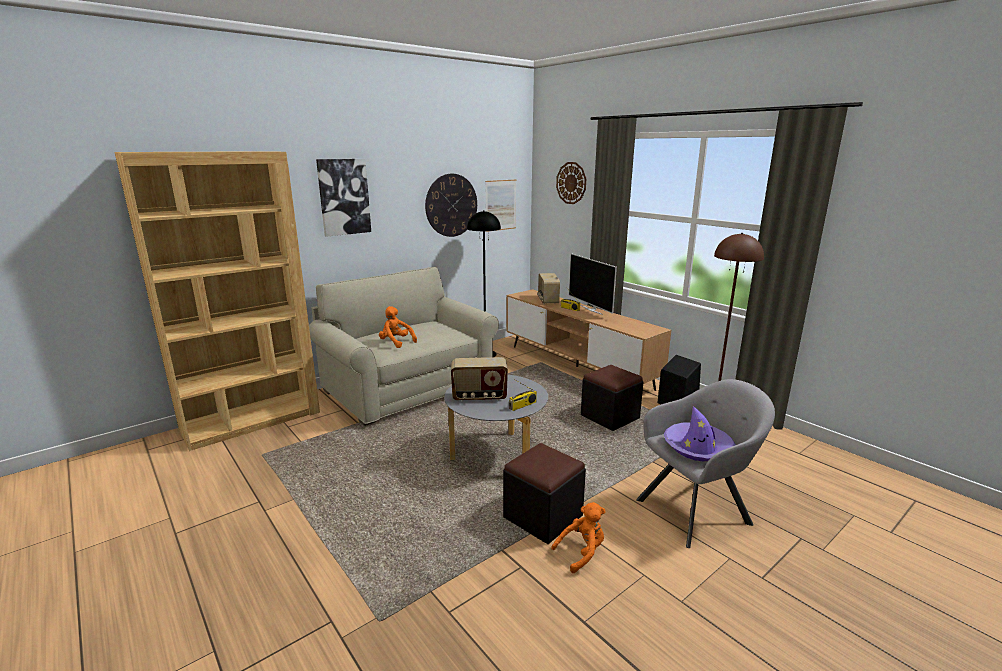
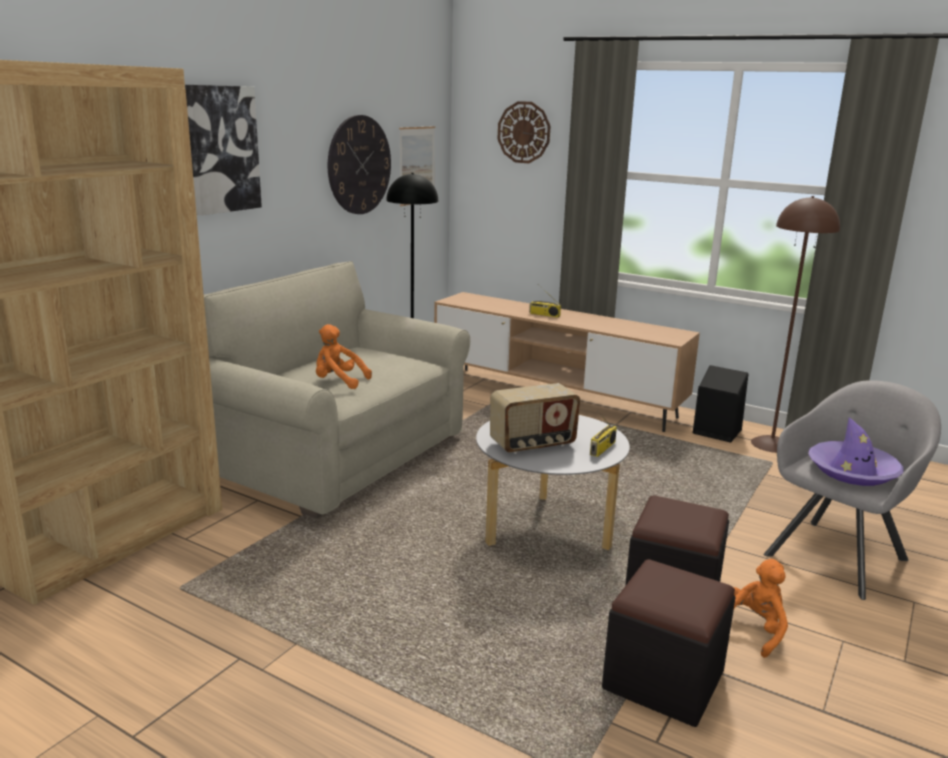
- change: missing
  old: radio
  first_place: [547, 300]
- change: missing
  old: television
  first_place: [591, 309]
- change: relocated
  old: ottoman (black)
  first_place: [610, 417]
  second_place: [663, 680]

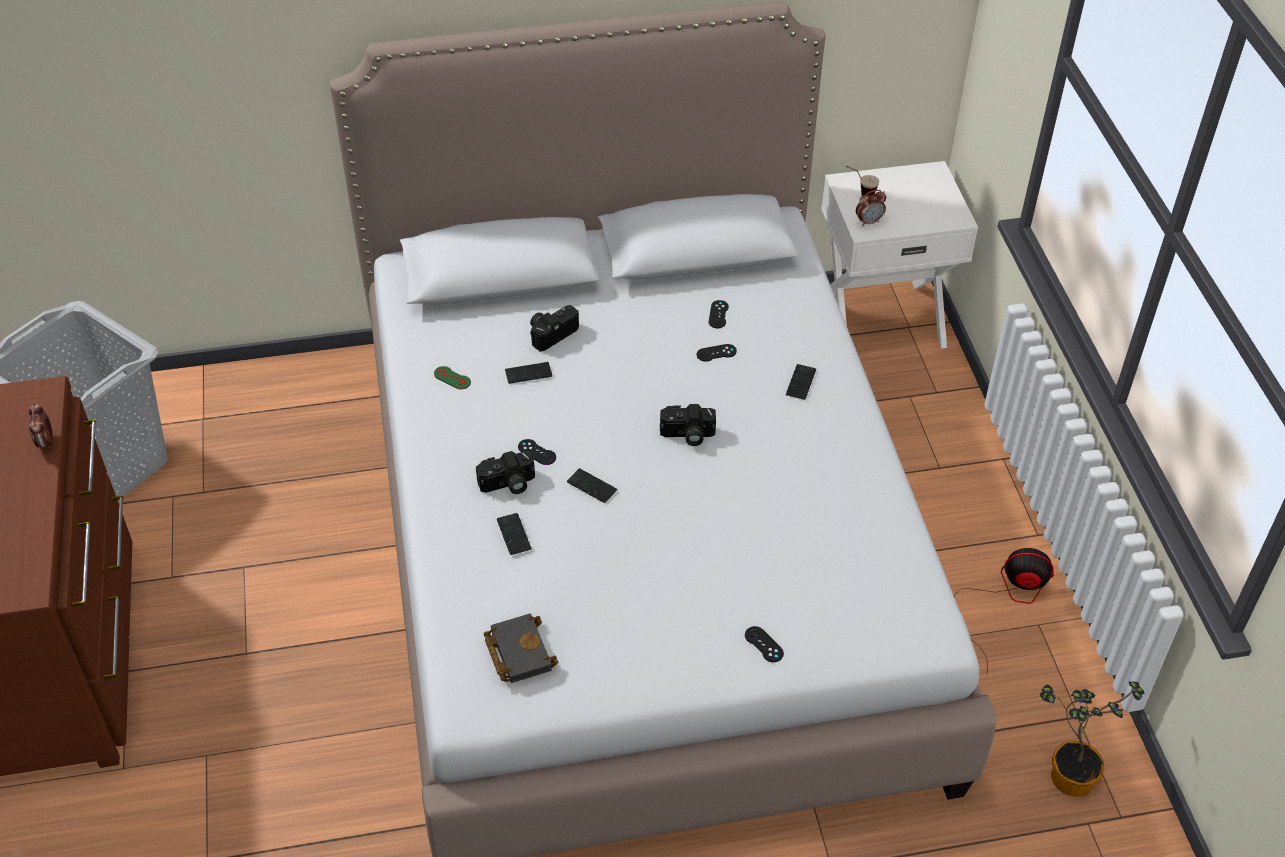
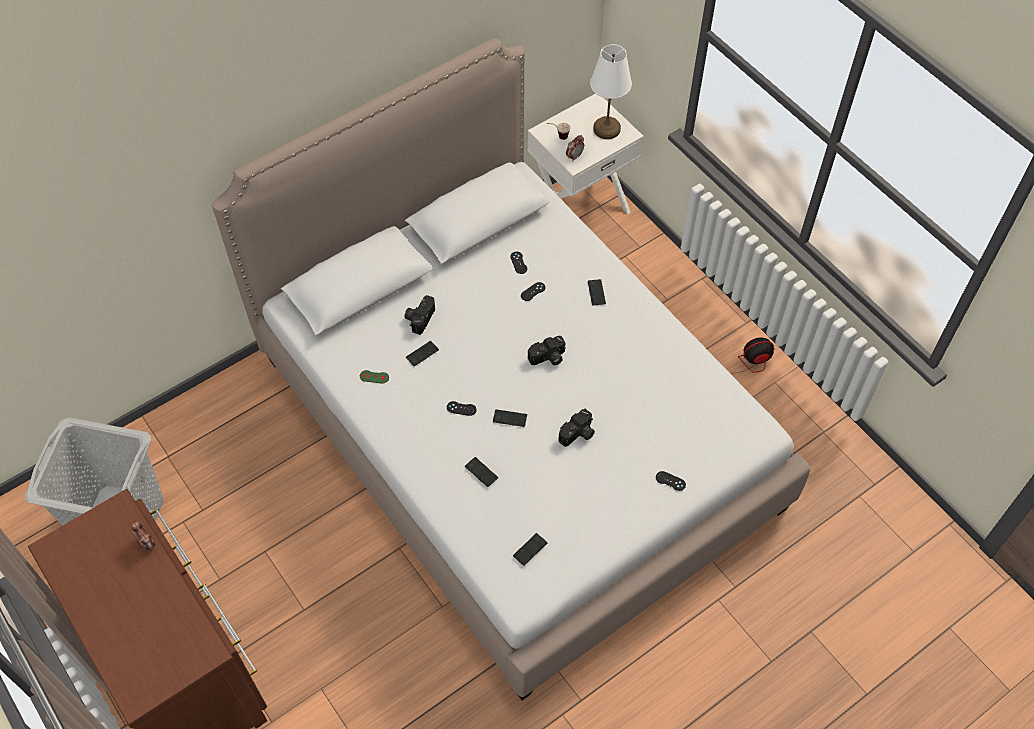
- change: relocated
  old: photo camera
  first_place: [508, 485]
  second_place: [578, 434]
- change: exchanged
  old: book (black)
  new: phone
  first_place: [517, 651]
  second_place: [530, 549]
- change: missing
  old: potted plant
  first_place: [1066, 773]
- change: appeared
  new: table lamp (white)
  second_place: [607, 129]

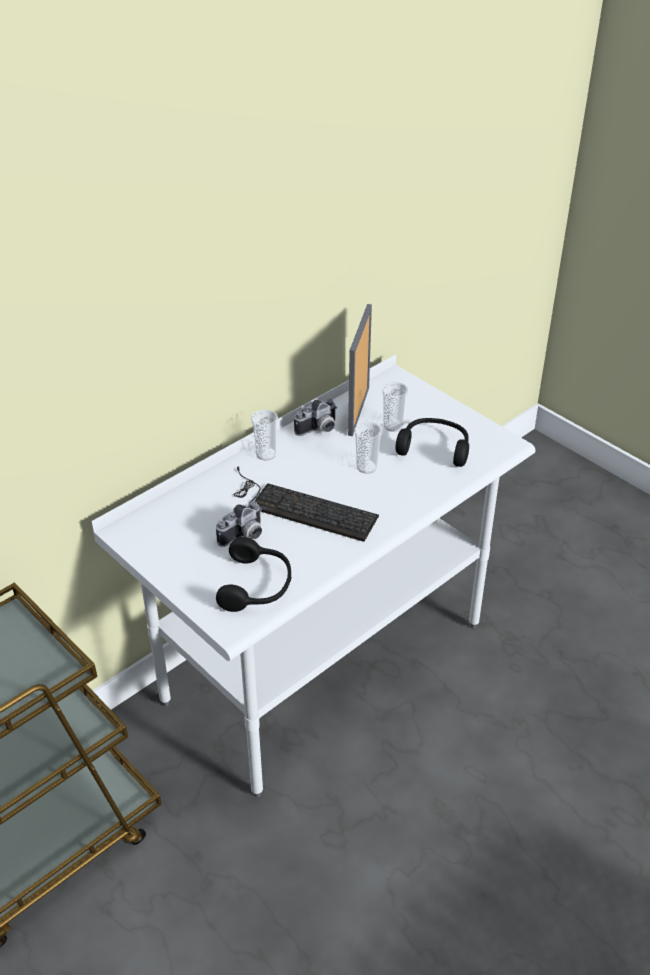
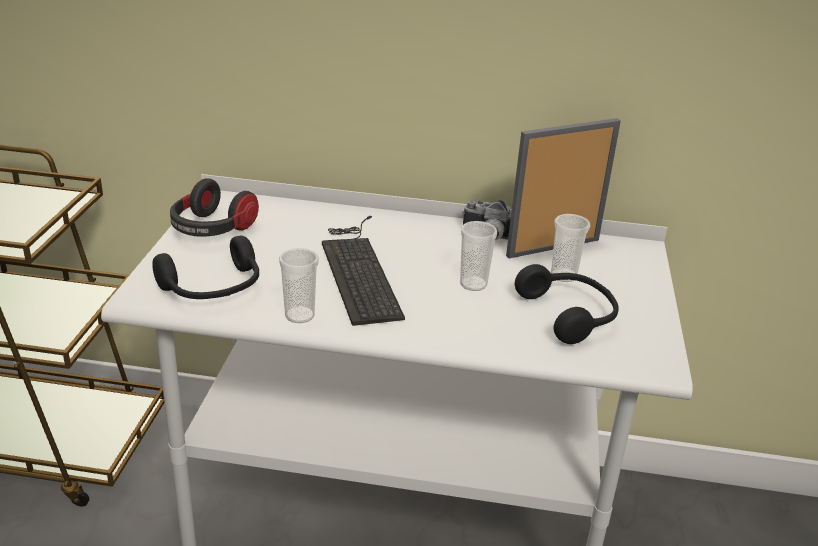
- change: missing
  old: photo camera
  first_place: [244, 536]
- change: relocated
  old: cup
  first_place: [266, 454]
  second_place: [299, 315]
- change: appeared
  new: headphones
  second_place: [211, 229]

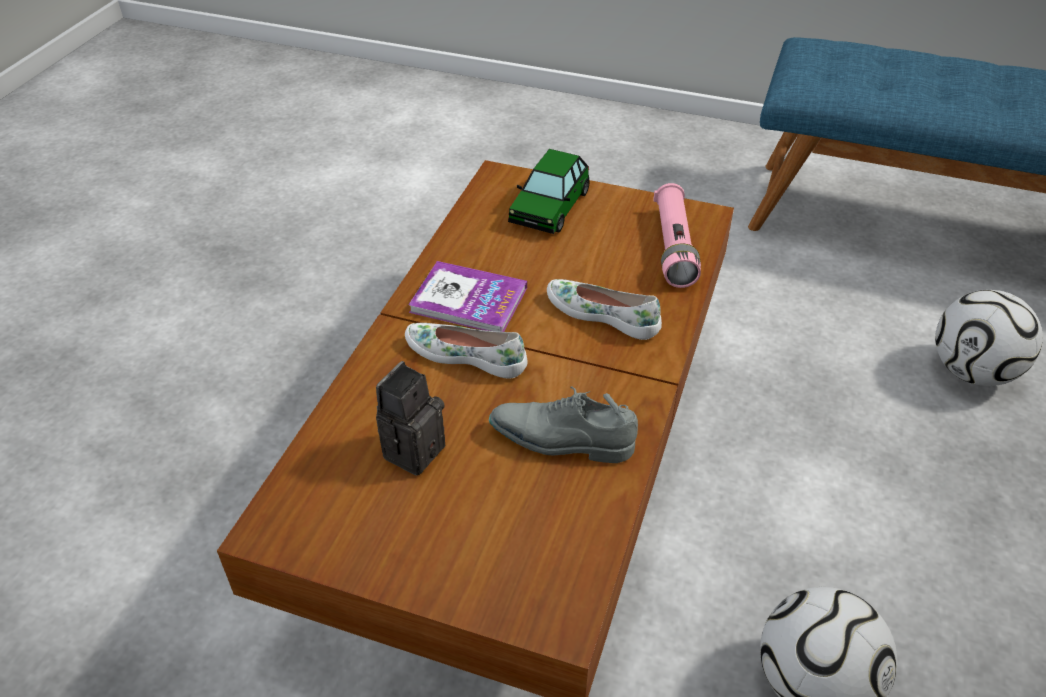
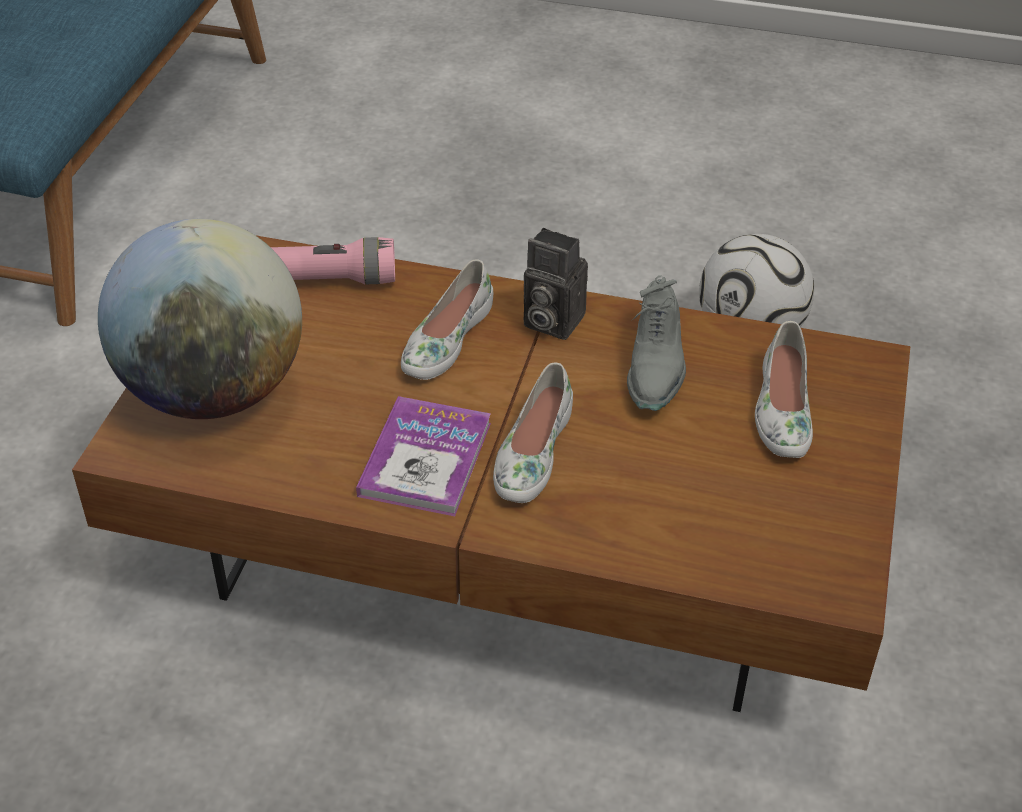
- change: relocated
  old: photo camera
  first_place: [412, 448]
  second_place: [549, 321]
- change: exchanged
  old: toy car
  new: globe
  first_place: [549, 207]
  second_place: [214, 391]
- change: missing
  old: football
  first_place: [972, 371]
- change: appeared
  new: shoe (white)
  second_place: [781, 410]

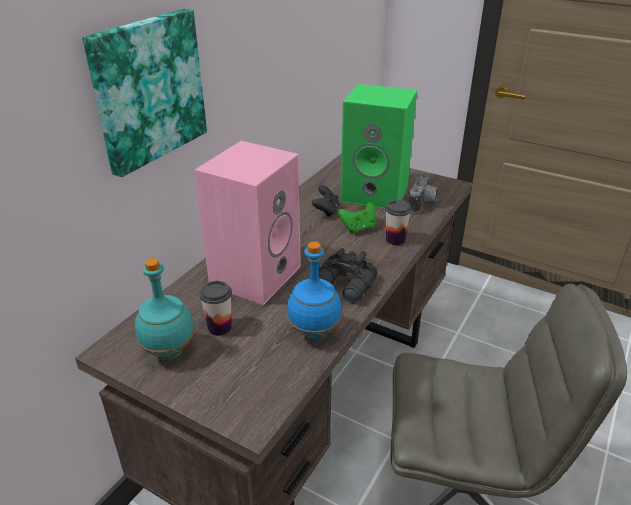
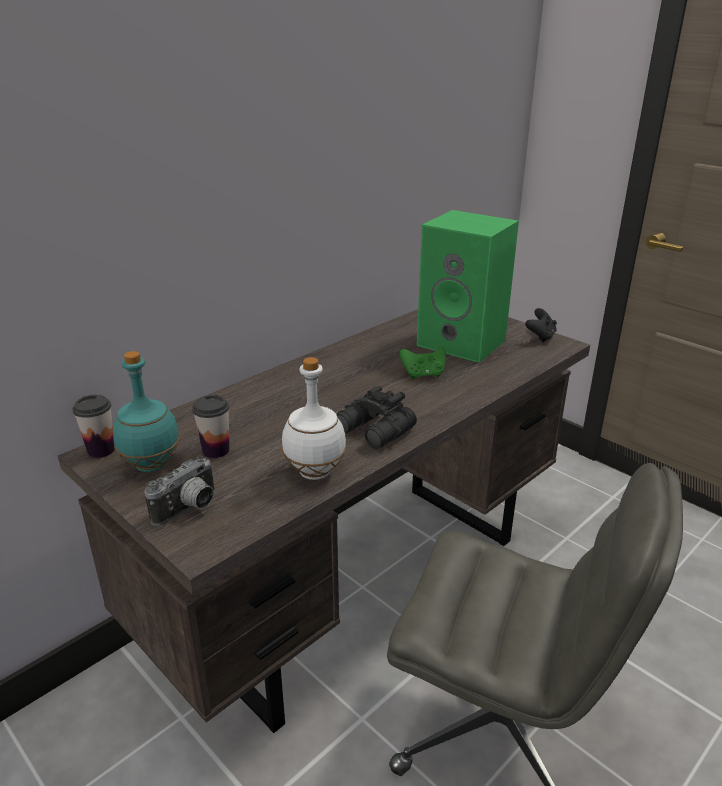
- change: missing
  old: picture
  first_place: [147, 90]
- change: missing
  old: speaker (pink)
  first_place: [255, 274]
- change: colour
  old: bottle (blue)
  new: bottle (white)
  first_place: [313, 333]
  second_place: [315, 472]
- change: relocated
  old: game controller (black)
  first_place: [326, 211]
  second_place: [540, 337]
- change: relocated
  old: cup
  first_place: [395, 240]
  second_place: [101, 450]
- change: relocated
  old: photo camera
  first_place: [423, 204]
  second_place: [190, 509]

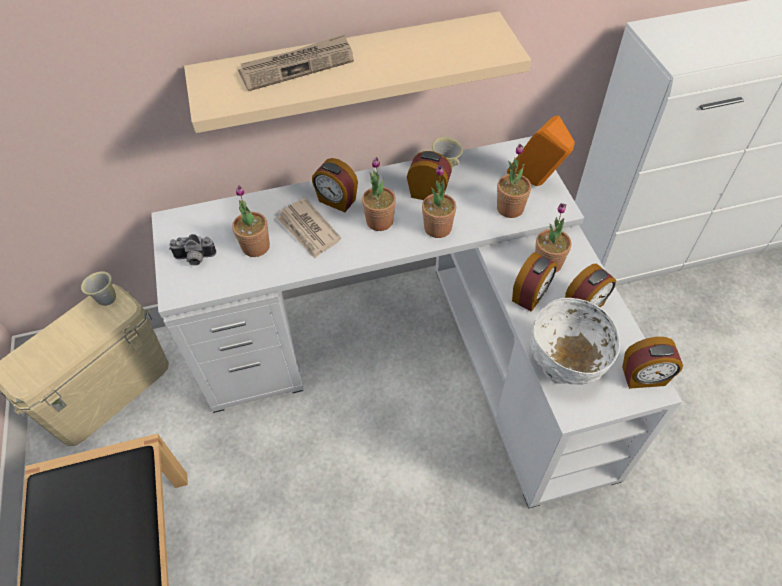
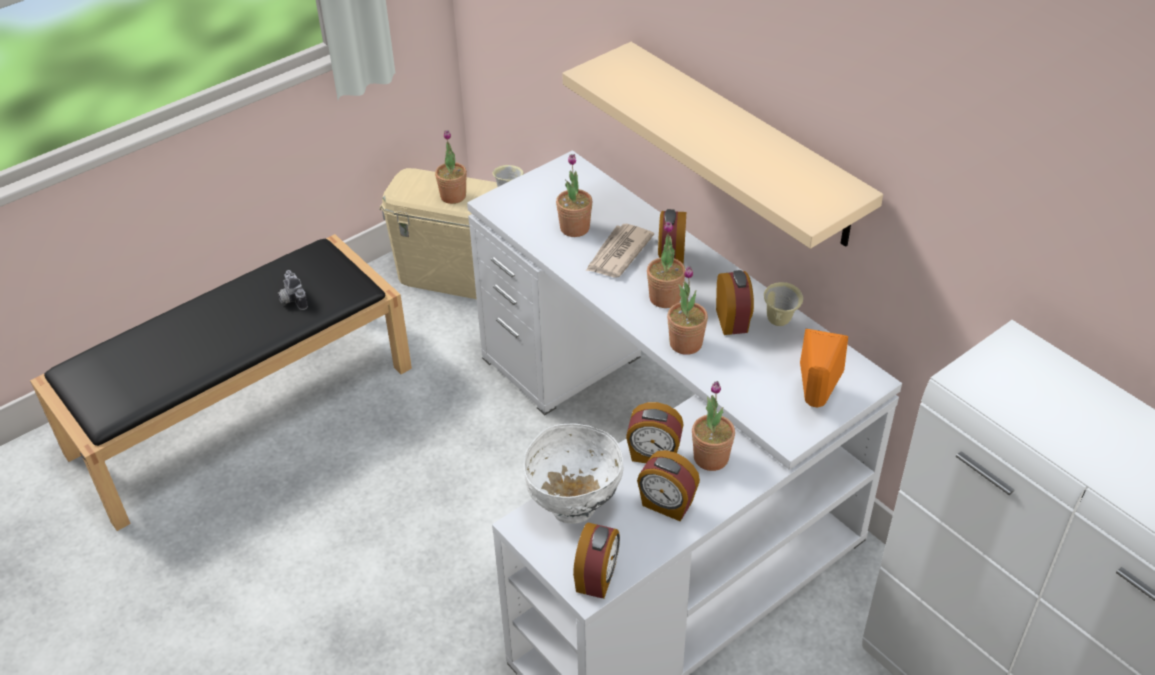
- change: relocated
  old: photo camera
  first_place: [194, 259]
  second_place: [291, 299]
- change: missing
  old: newspaper
  first_place: [297, 66]
- change: relocated
  old: potted plant
  first_place: [510, 208]
  second_place: [453, 196]
- change: spun
  old: alarm clock
  first_place: [643, 377]
  second_place: [597, 578]
  degrees: -135

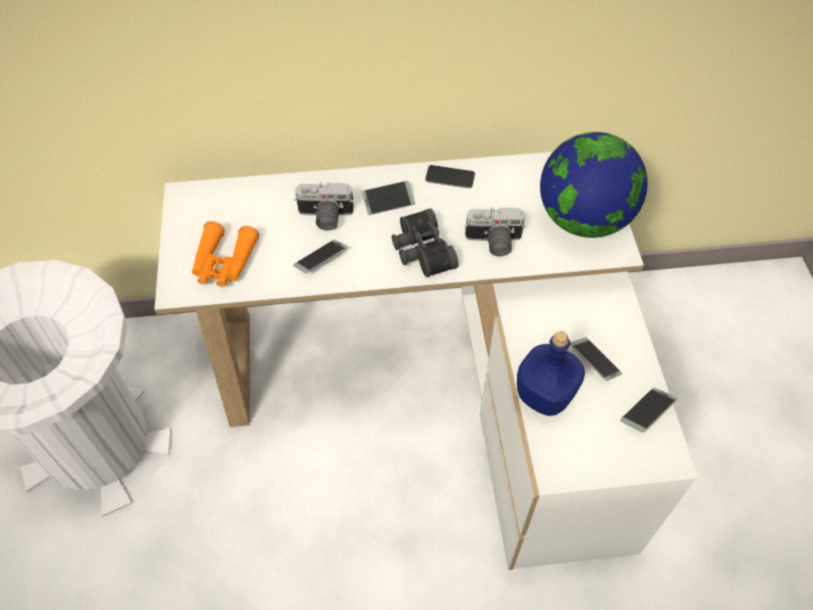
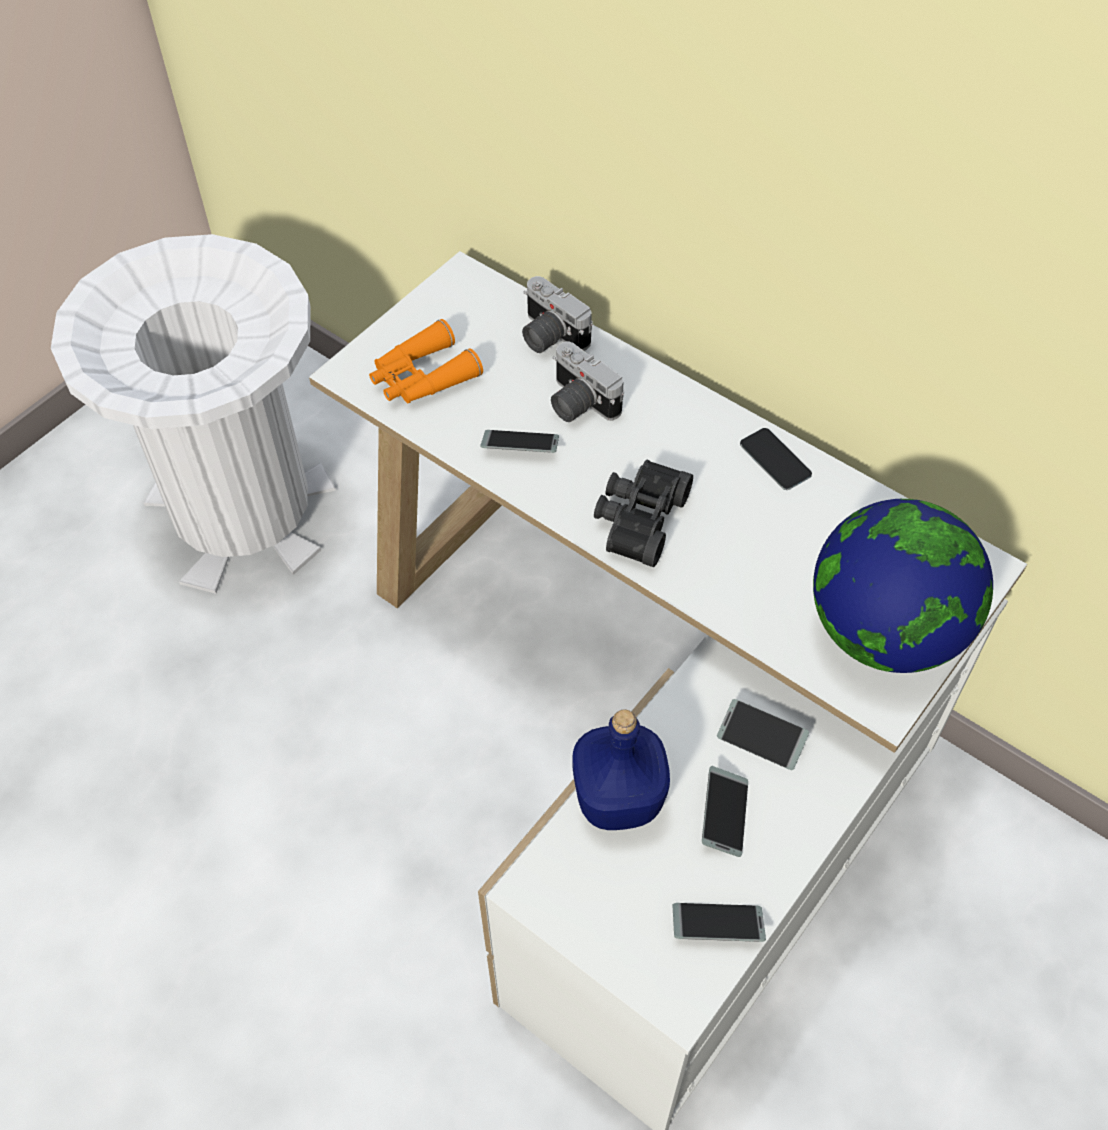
- change: relocated
  old: phone
  first_place: [388, 201]
  second_place: [761, 739]
- change: relocated
  old: photo camera
  first_place: [493, 243]
  second_place: [548, 336]

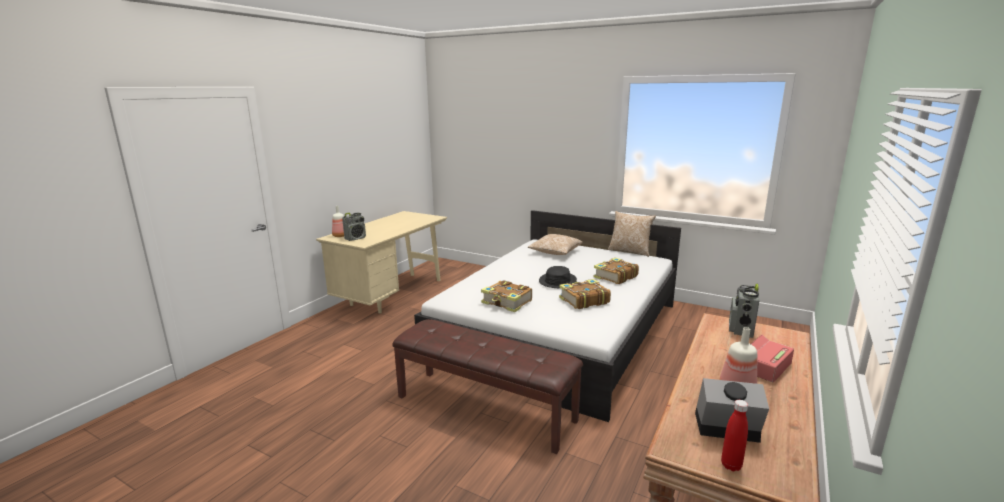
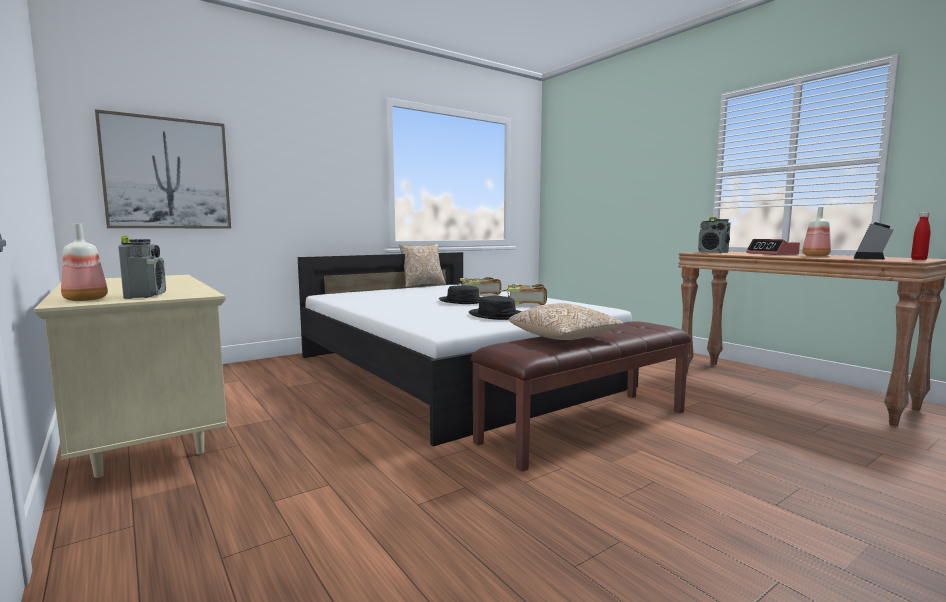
- change: exchanged
  old: book
  new: hat (black)
  first_place: [507, 303]
  second_place: [497, 315]
- change: relocated
  old: pillow
  first_place: [555, 252]
  second_place: [564, 338]
- change: appeared
  new: picture
  second_place: [167, 174]

